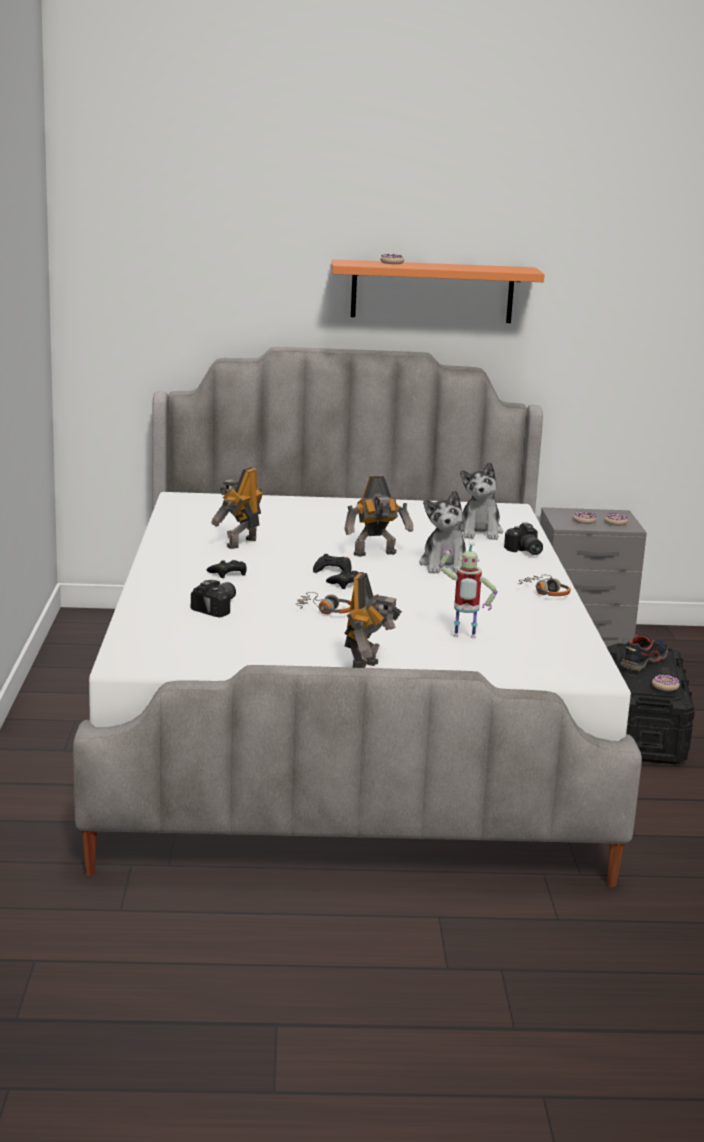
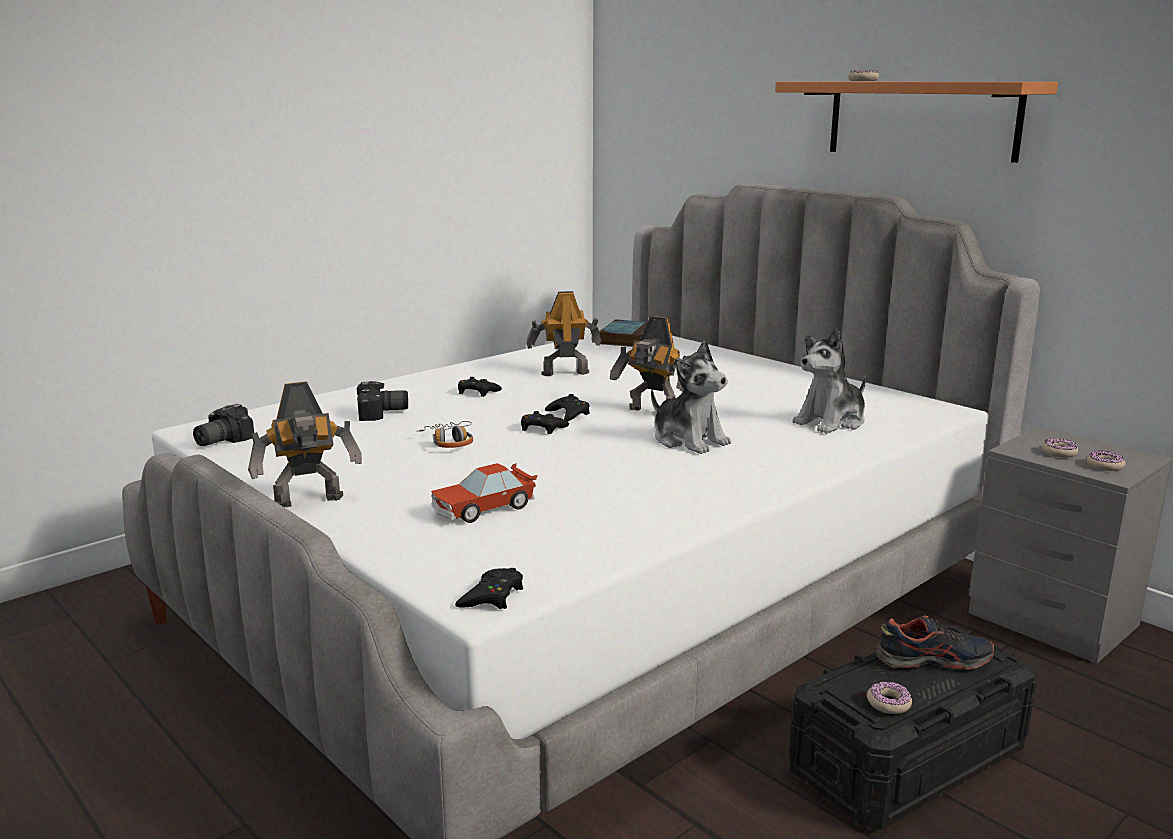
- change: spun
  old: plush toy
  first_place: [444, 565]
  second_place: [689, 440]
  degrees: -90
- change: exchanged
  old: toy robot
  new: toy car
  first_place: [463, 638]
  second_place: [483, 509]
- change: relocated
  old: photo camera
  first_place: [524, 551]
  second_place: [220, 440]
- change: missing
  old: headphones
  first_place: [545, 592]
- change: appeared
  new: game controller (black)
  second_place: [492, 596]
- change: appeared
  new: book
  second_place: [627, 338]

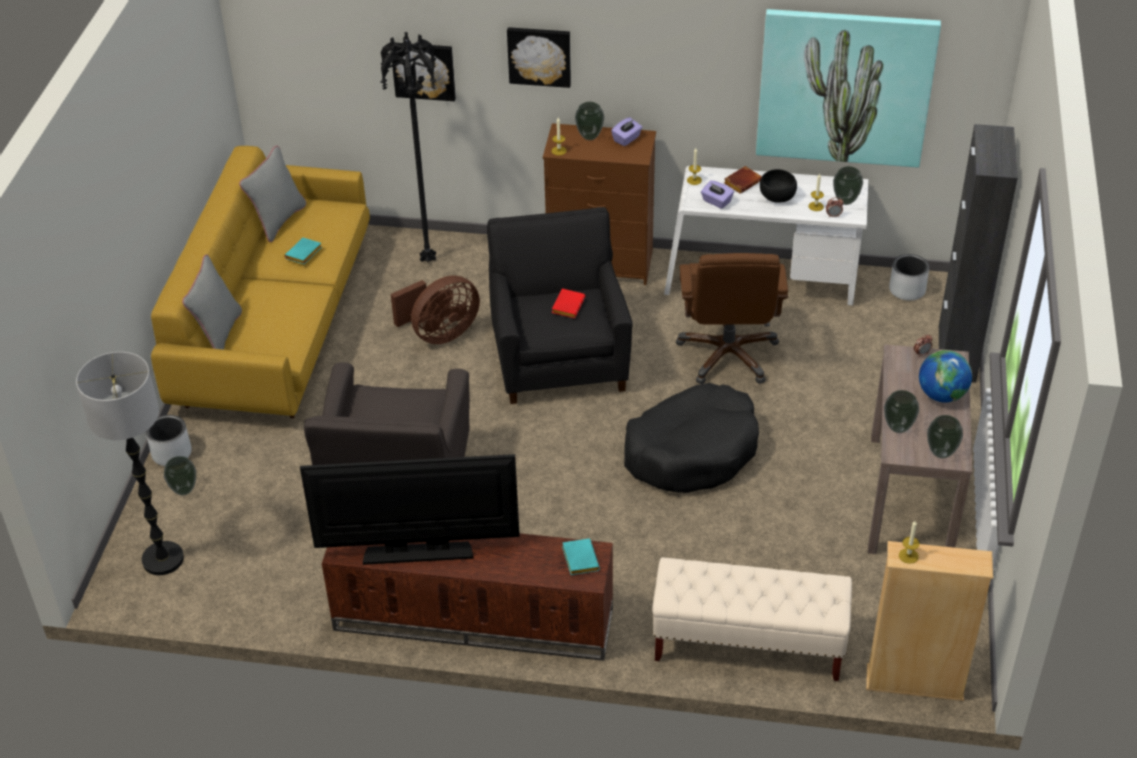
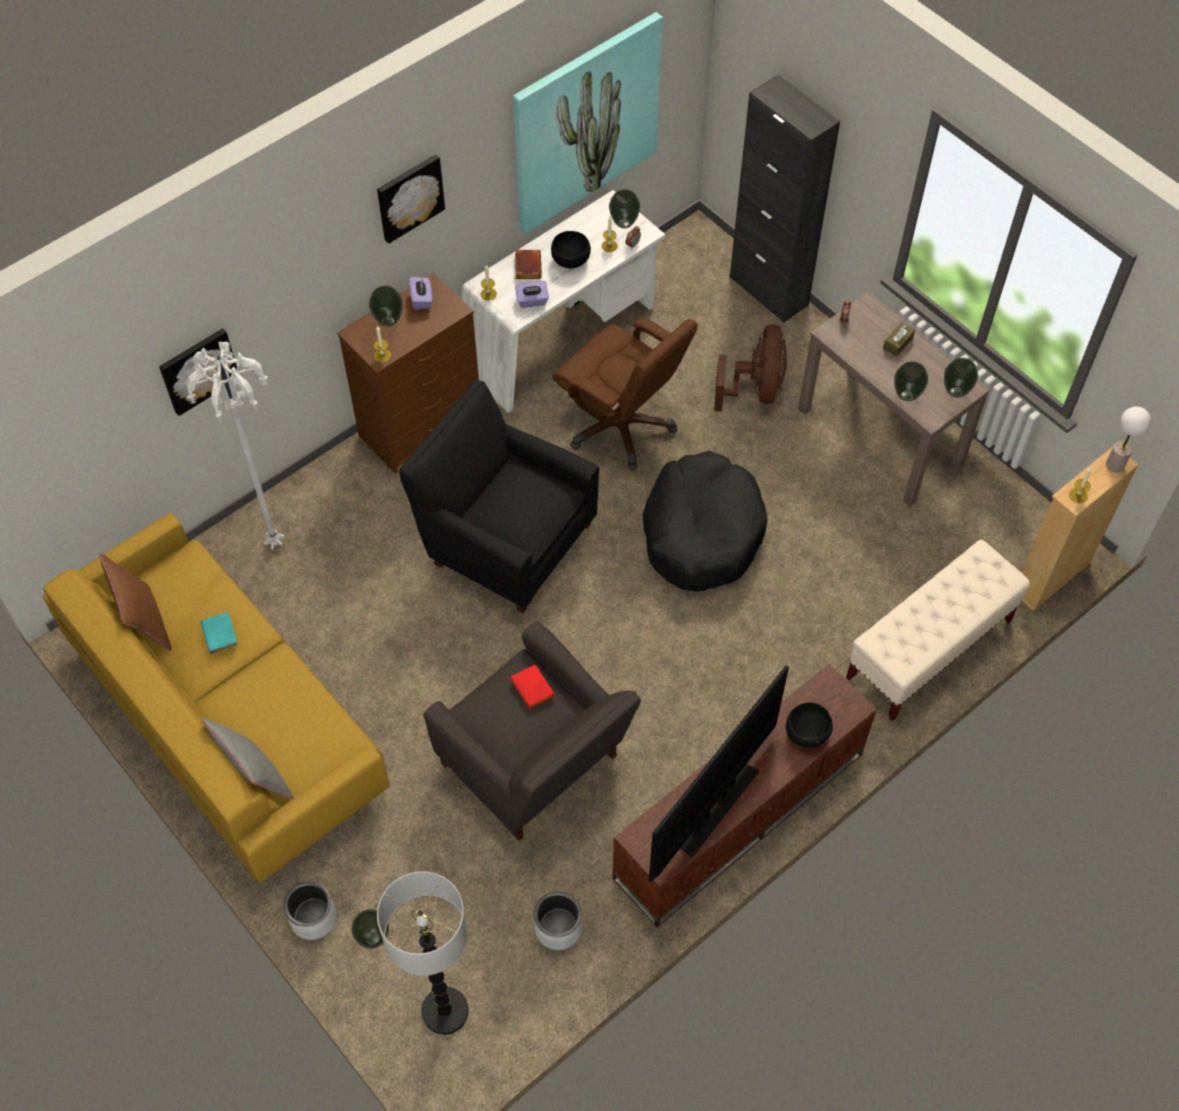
- change: colour
  old: pillow (grey)
  new: pillow (brown)
  first_place: [278, 221]
  second_place: [145, 623]
- change: colour
  old: floor lamp (black)
  new: floor lamp (white)
  first_place: [426, 261]
  second_place: [275, 545]
- change: relocated
  old: fan (brown)
  first_place: [440, 334]
  second_place: [755, 390]
- change: relocated
  old: picture
  first_place: [539, 55]
  second_place: [409, 197]
- change: relocated
  old: book (red)
  first_place: [567, 305]
  second_place: [530, 688]
- change: missing
  old: book (turquoise)
  first_place: [579, 559]
- change: relocated
  old: planter (grey)
  first_place: [906, 290]
  second_place: [558, 928]
- change: exchanged
  old: globe
  new: tissue box (brown)
  first_place: [941, 395]
  second_place: [898, 343]
- change: appeared
  new: bowl (black)
  second_place: [806, 733]
- change: appeared
  new: table lamp
  second_place: [1114, 465]

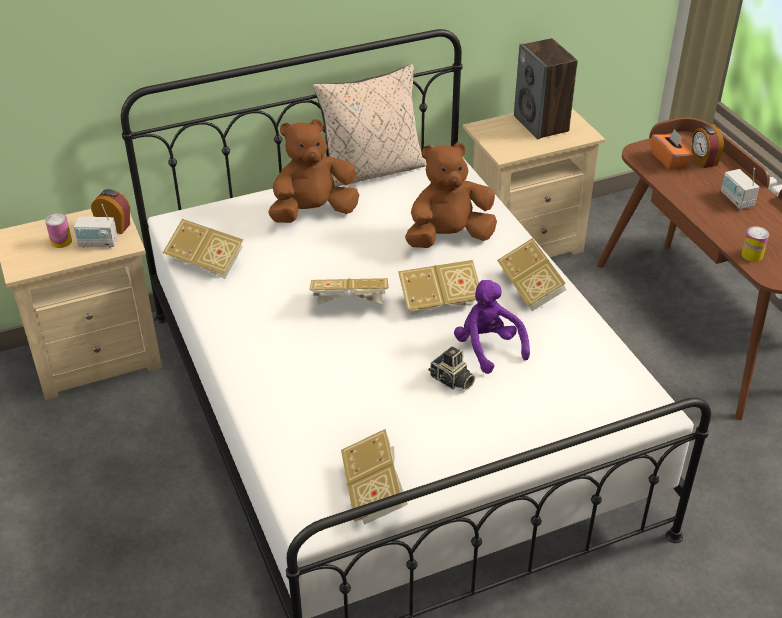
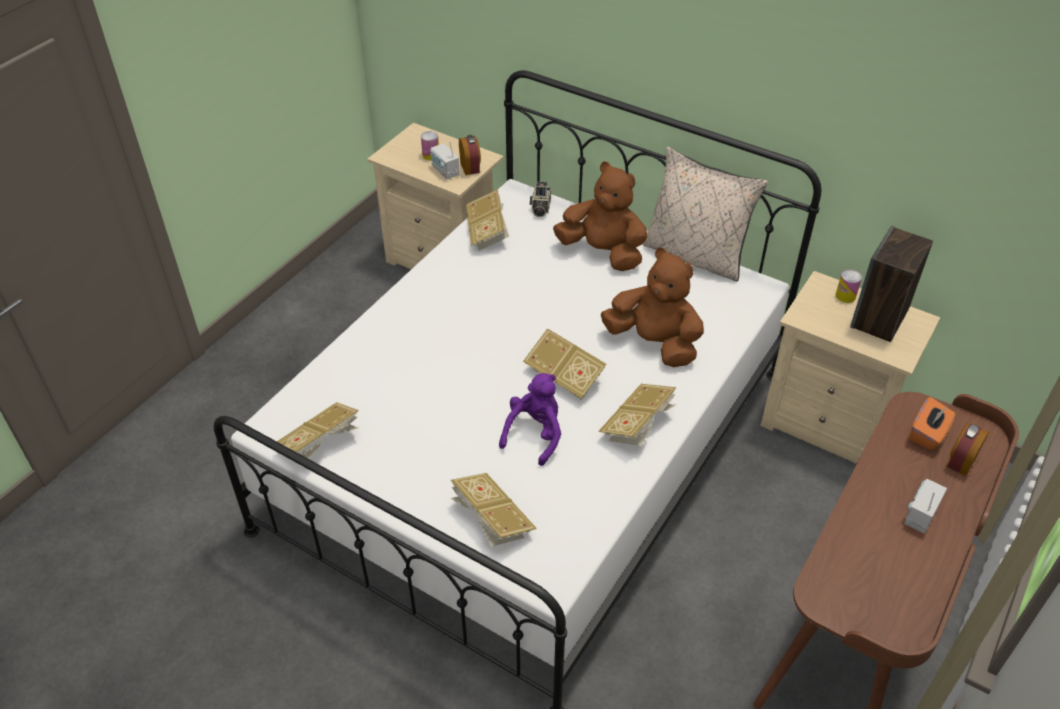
- change: relocated
  old: book
  first_place: [349, 304]
  second_place: [491, 521]
- change: relocated
  old: photo camera
  first_place: [451, 381]
  second_place: [540, 208]
- change: relocated
  old: can
  first_place: [752, 255]
  second_place: [845, 296]

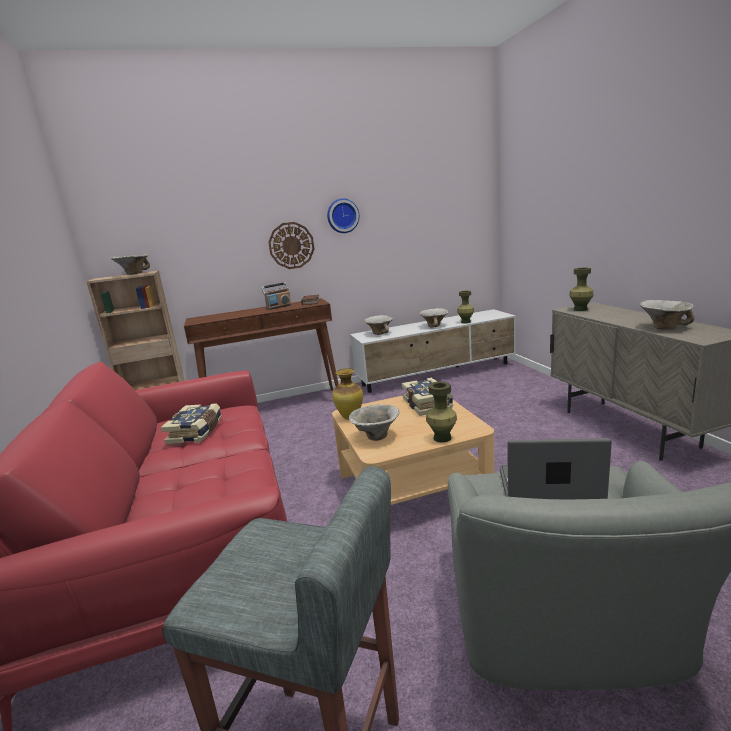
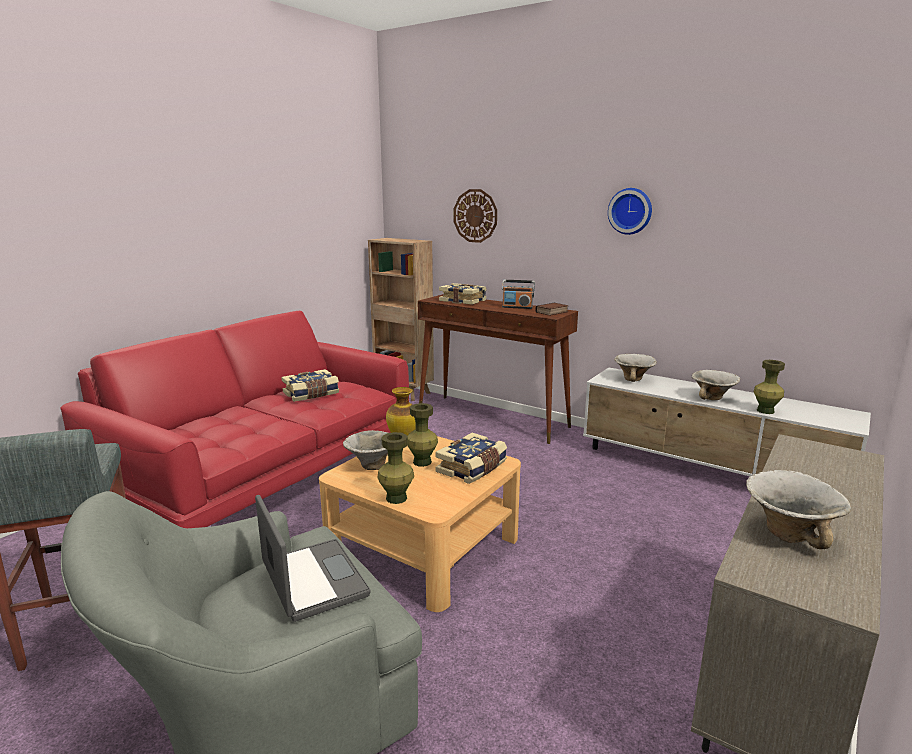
- change: missing
  old: bowl
  first_place: [134, 274]
- change: relocated
  old: wall clock
  first_place: [291, 245]
  second_place: [475, 216]
- change: relocated
  old: vase (green)
  first_place: [580, 309]
  second_place: [422, 462]
- change: appeared
  new: book
  second_place: [463, 301]

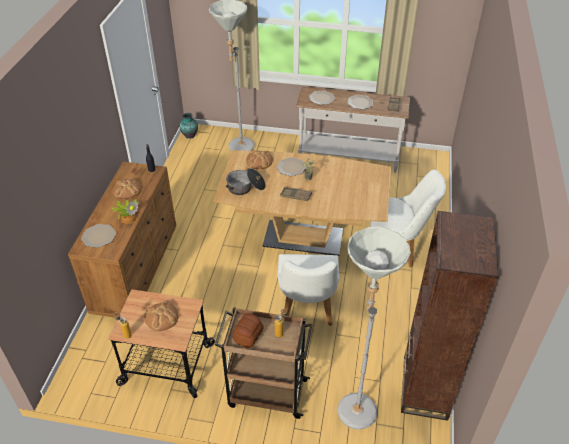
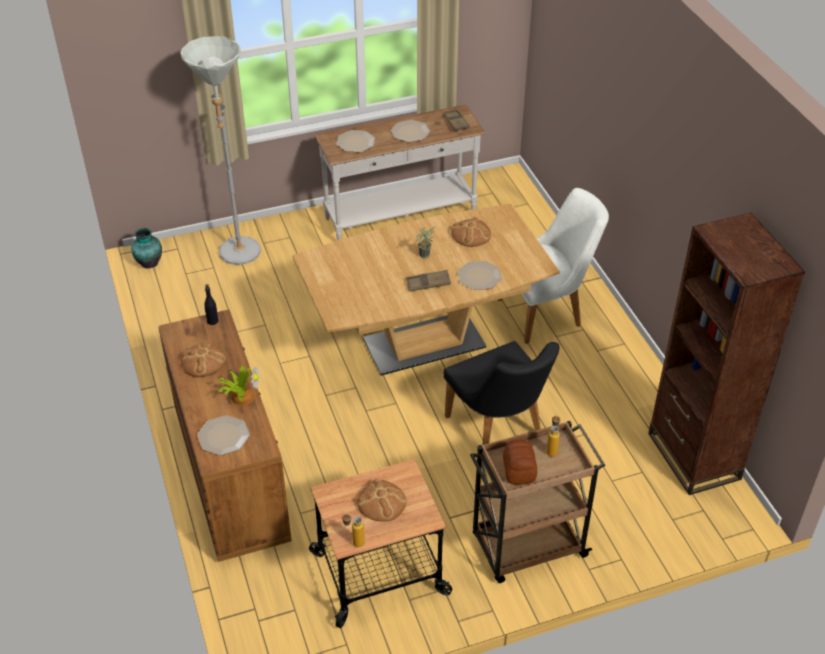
- change: missing
  old: cooking pot
  first_place: [245, 187]
- change: relocated
  old: bread
  first_place: [259, 161]
  second_place: [471, 234]
- change: relocated
  old: plate
  first_place: [291, 167]
  second_place: [479, 276]
- change: colour
  old: chair (white)
  new: chair (black)
  first_place: [306, 311]
  second_place: [499, 431]
- change: missing
  old: floor lamp (grey)
  first_place: [356, 403]

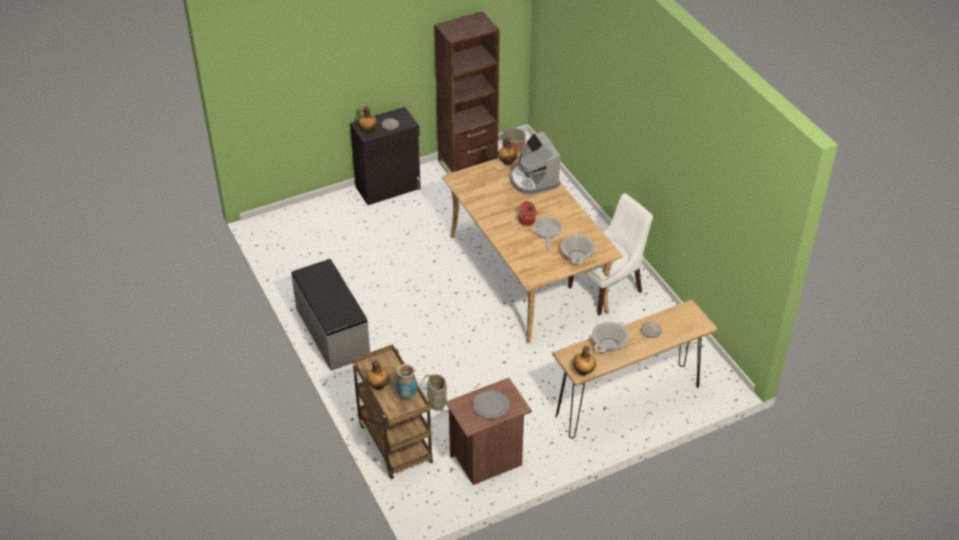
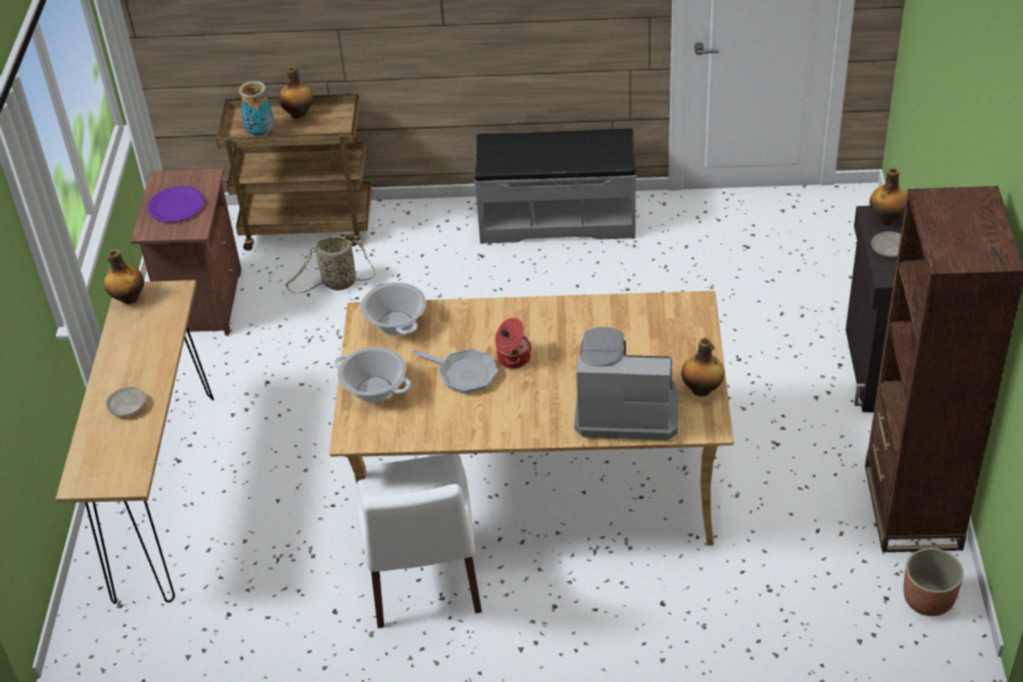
- change: colour
  old: plate (grey)
  new: plate (purple)
  first_place: [491, 405]
  second_place: [176, 206]
- change: relocated
  old: cooking pot
  first_place: [609, 345]
  second_place: [396, 323]

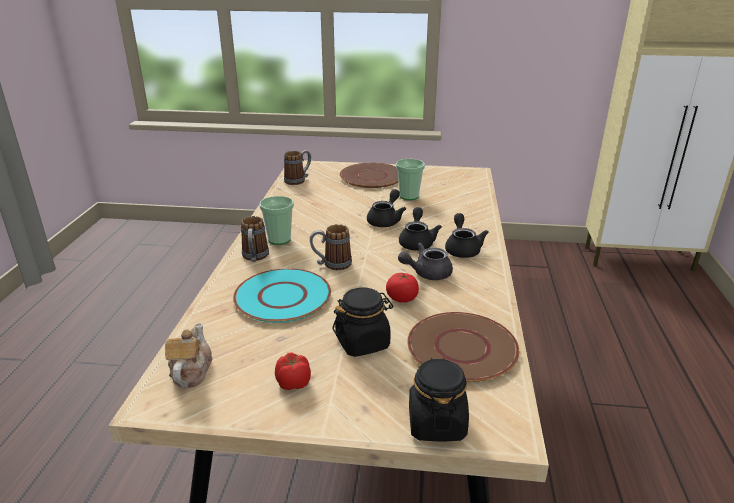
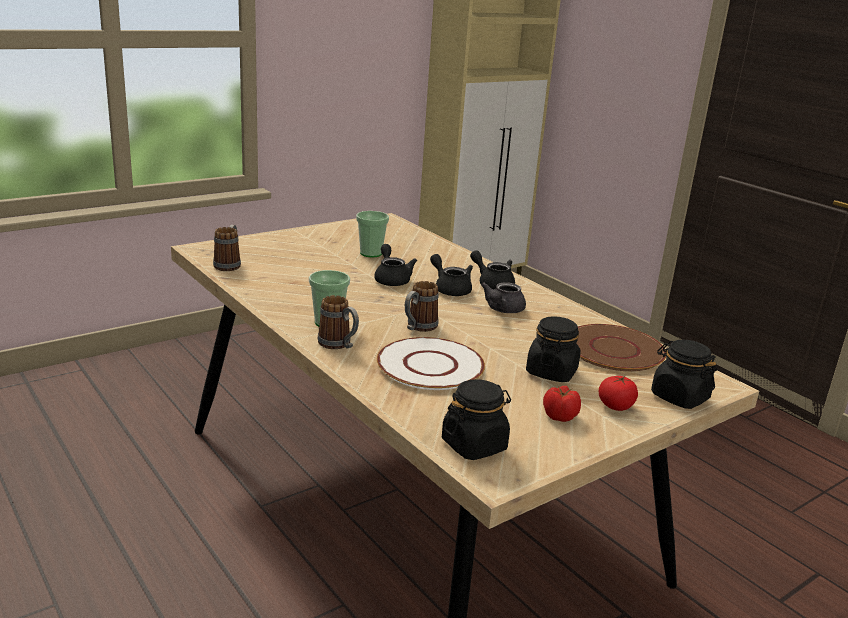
- change: exchanged
  old: teapot
  new: jar (black)
  first_place: [191, 371]
  second_place: [474, 445]
- change: colour
  old: plate (turquoise)
  new: plate (white)
  first_place: [282, 296]
  second_place: [429, 365]
- change: missing
  old: plate (brown)
  first_place: [371, 176]
- change: relocated
  old: tomato
  first_place: [402, 298]
  second_place: [615, 406]

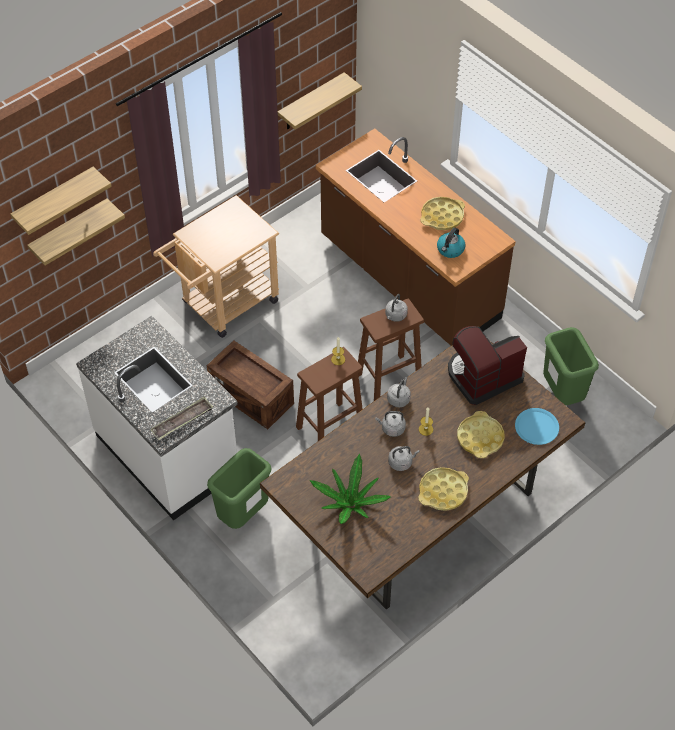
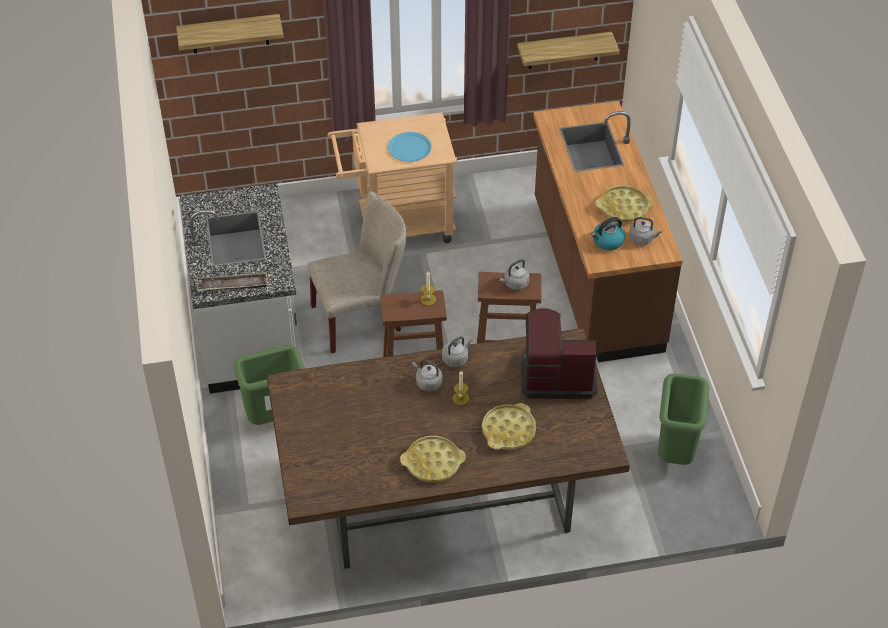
- change: missing
  old: shelf
  first_place: [70, 232]
- change: exchanged
  old: crate
  new: chair (beige)
  first_place: [251, 396]
  second_place: [362, 317]
- change: missing
  old: potted plant
  first_place: [350, 503]
- change: relocated
  old: kettle (grey)
  first_place: [401, 462]
  second_place: [642, 239]
- change: relocated
  old: plate (blue)
  first_place: [536, 427]
  second_place: [409, 148]

